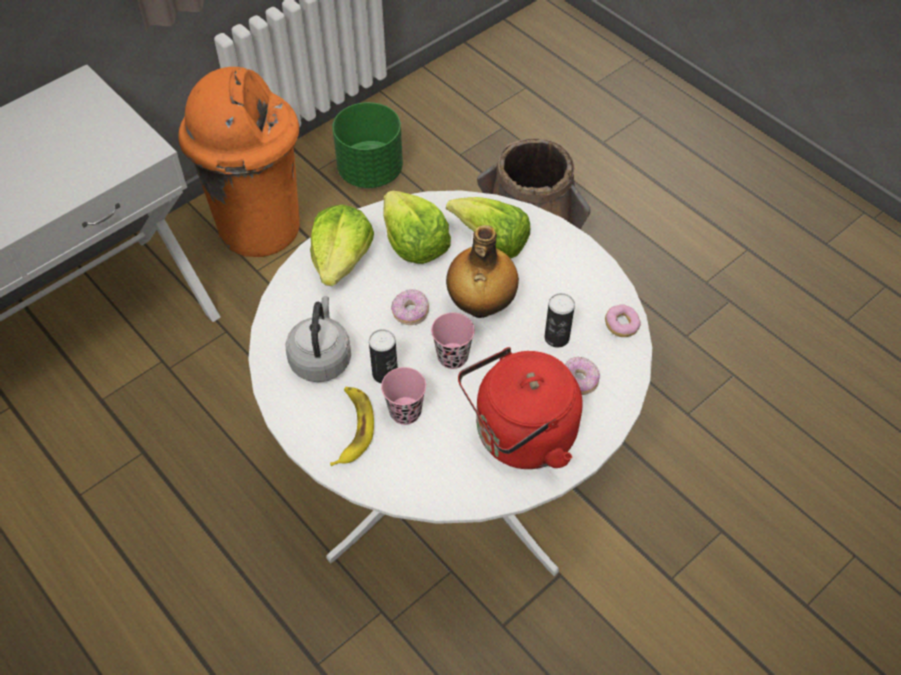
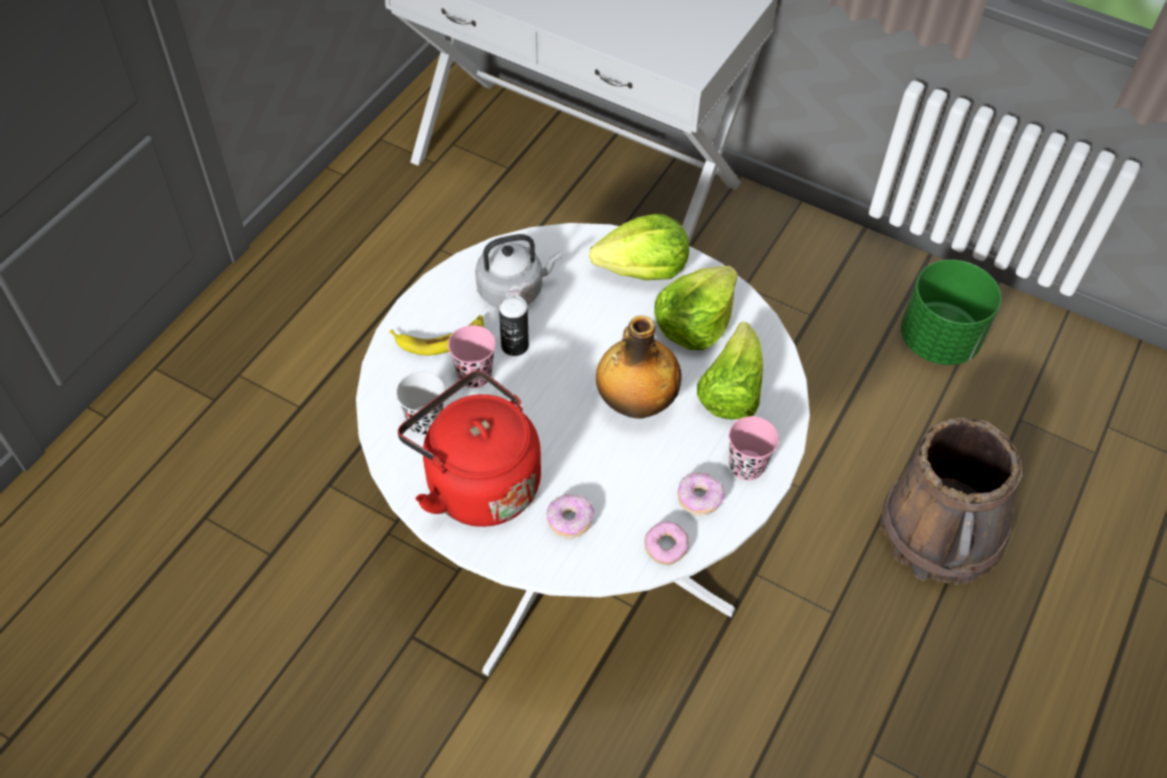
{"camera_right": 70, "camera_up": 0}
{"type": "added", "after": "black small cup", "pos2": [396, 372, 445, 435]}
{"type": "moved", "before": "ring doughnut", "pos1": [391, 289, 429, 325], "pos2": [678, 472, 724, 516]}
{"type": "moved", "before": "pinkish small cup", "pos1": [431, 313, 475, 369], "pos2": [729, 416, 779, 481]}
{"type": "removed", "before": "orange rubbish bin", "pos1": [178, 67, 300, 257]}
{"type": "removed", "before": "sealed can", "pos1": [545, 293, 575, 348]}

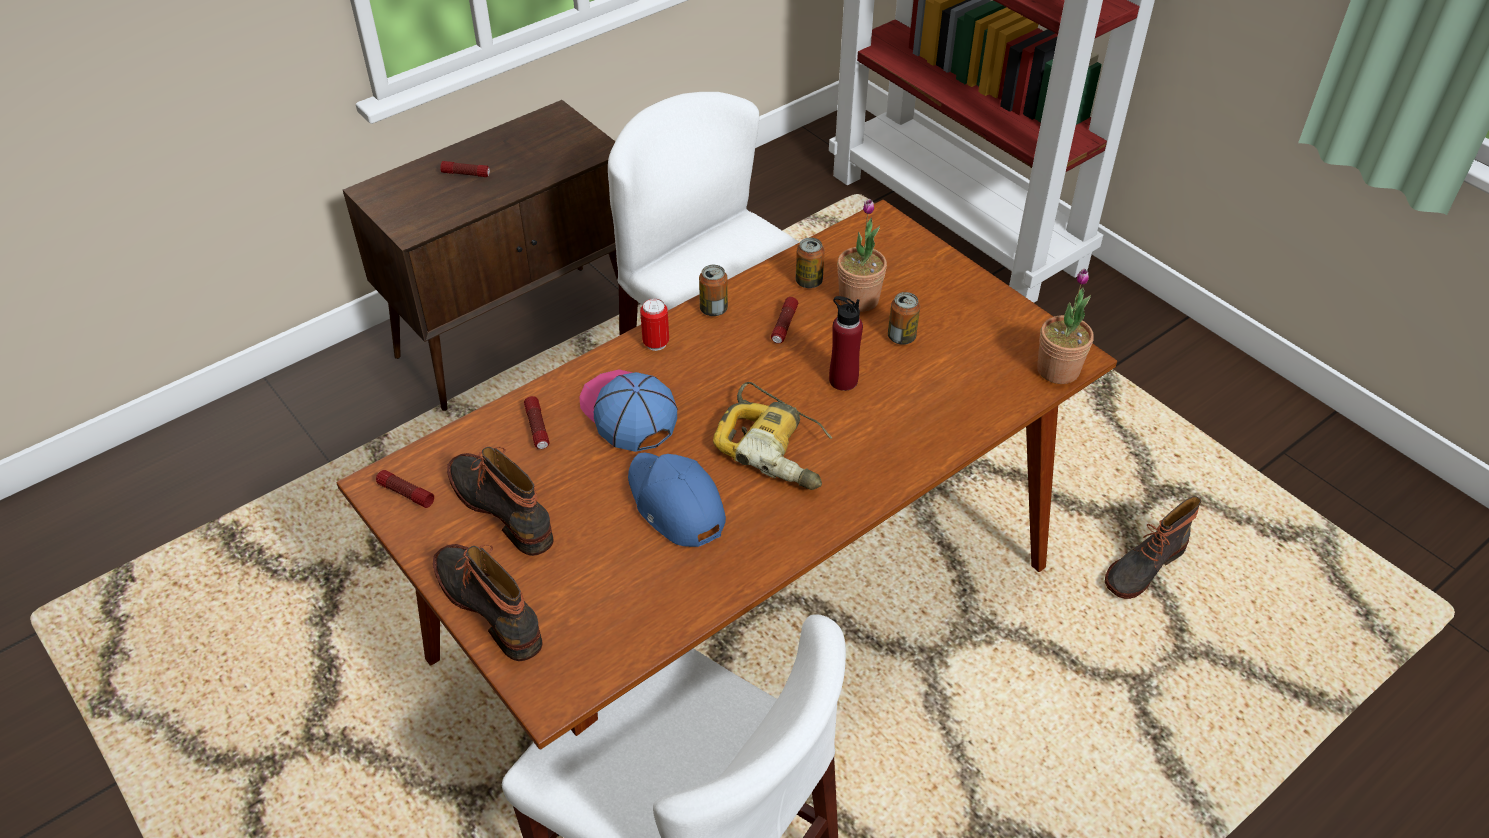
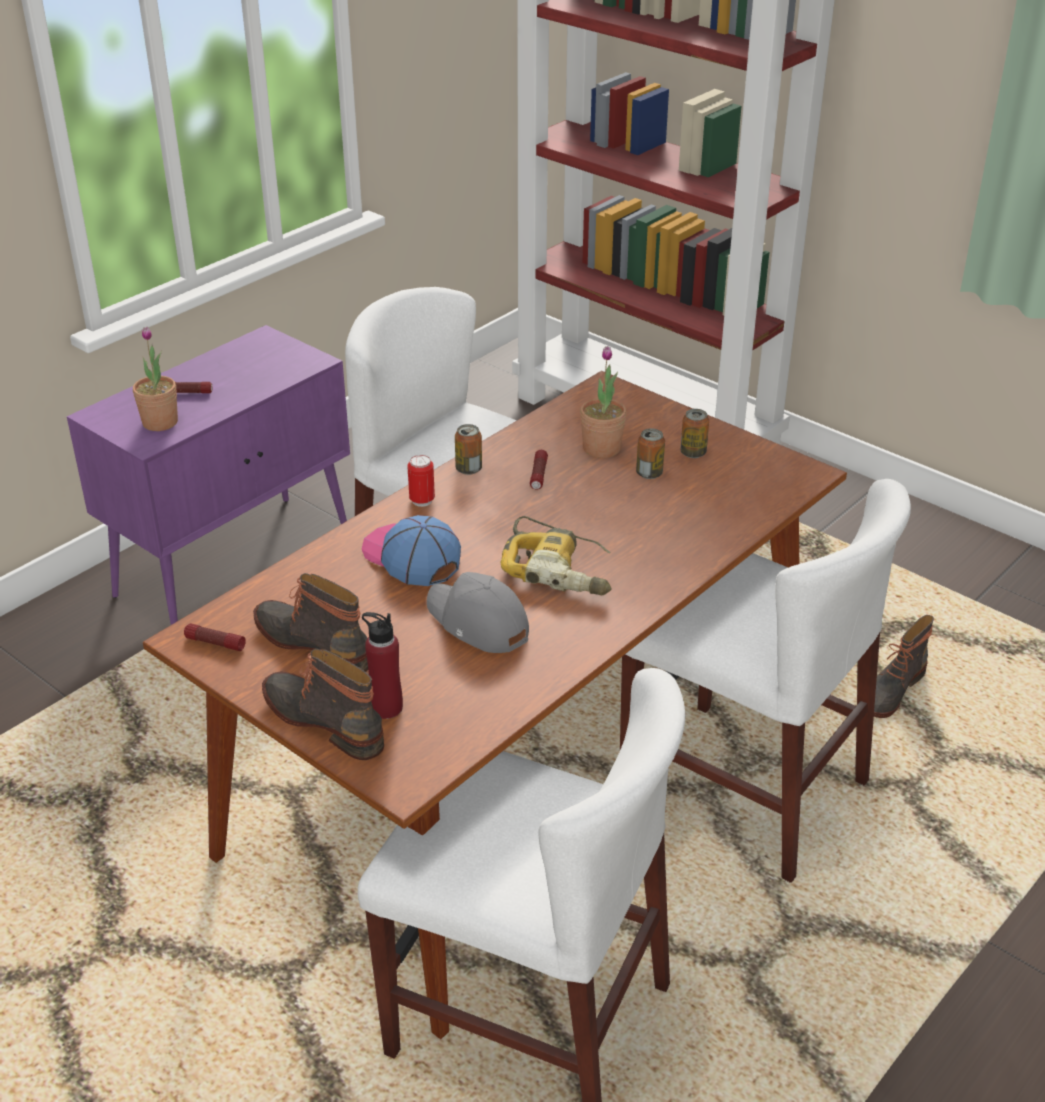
{"camera_right": -10, "camera_up": -10}
{"type": "recoloured", "before": "brown-coloured cabinet", "after": "purplish cabinet", "pos1": [343, 100, 619, 411], "pos2": [67, 325, 350, 625]}
{"type": "moved", "before": "houseplant", "pos1": [1037, 269, 1094, 384], "pos2": [133, 327, 178, 431]}
{"type": "moved", "before": "red drink bottle", "pos1": [829, 296, 863, 391], "pos2": [362, 612, 403, 719]}
{"type": "recoloured", "before": "blue-coloured cap", "after": "greyish cap", "pos1": [628, 452, 726, 547], "pos2": [427, 572, 529, 653]}
{"type": "added", "after": "whitish plain chair", "pos2": [620, 479, 911, 883]}
{"type": "moved", "before": "sealed can", "pos1": [796, 238, 824, 288], "pos2": [680, 409, 709, 458]}
{"type": "removed", "before": "flashlight", "pos1": [524, 396, 550, 449]}

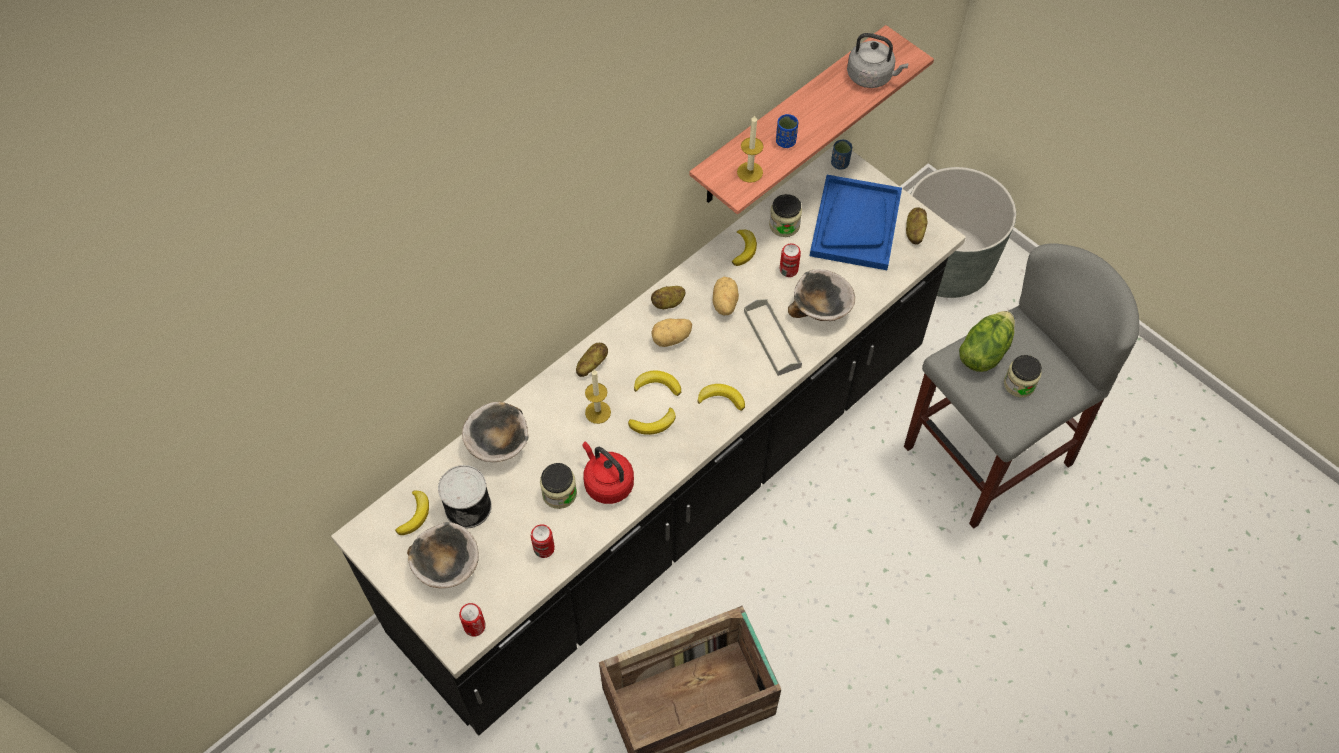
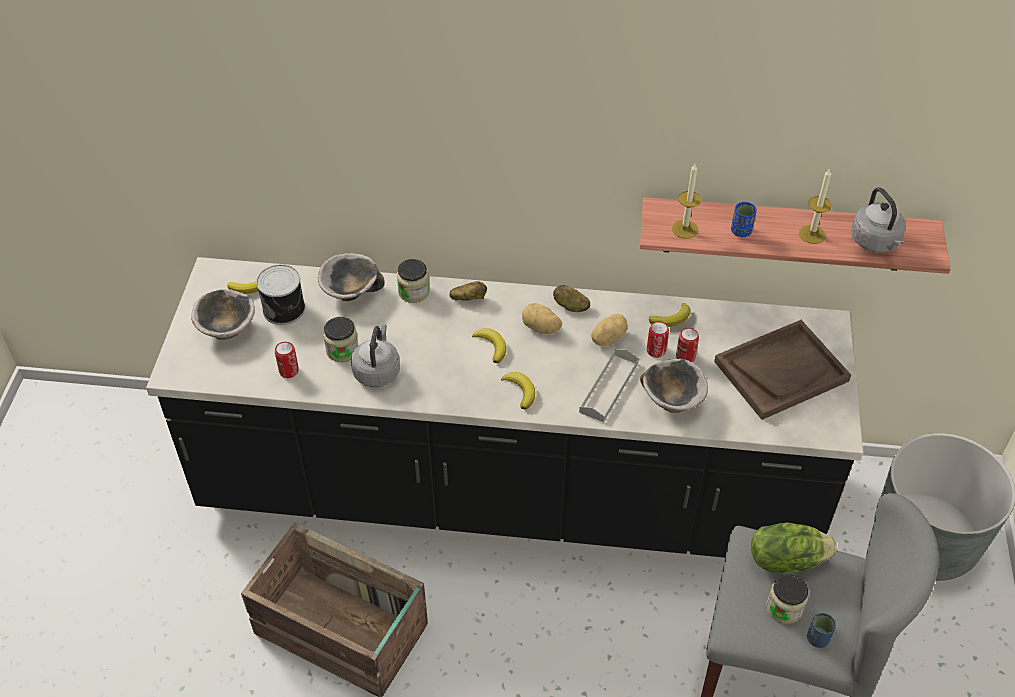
{"camera_right": 50, "camera_up": -10}
{"type": "recoloured", "before": "red kettle", "after": "greyish kettle", "pos1": [582, 441, 634, 504], "pos2": [351, 324, 400, 387]}
{"type": "moved", "before": "jar", "pos1": [769, 194, 802, 237], "pos2": [397, 259, 430, 303]}
{"type": "moved", "before": "sealed can", "pos1": [459, 603, 486, 637], "pos2": [647, 321, 669, 358]}
{"type": "recoloured", "before": "blue-coloured carrying tray", "after": "brown-coloured carrying tray", "pos1": [810, 175, 902, 270], "pos2": [714, 320, 851, 420]}
{"type": "moved", "before": "wax candle", "pos1": [585, 370, 611, 424], "pos2": [799, 168, 832, 244]}
{"type": "moved", "before": "blue-coloured small cup", "pos1": [831, 140, 852, 170], "pos2": [807, 613, 836, 648]}
{"type": "removed", "before": "whole banana", "pos1": [628, 408, 676, 435]}
{"type": "removed", "before": "spud", "pos1": [906, 207, 927, 245]}

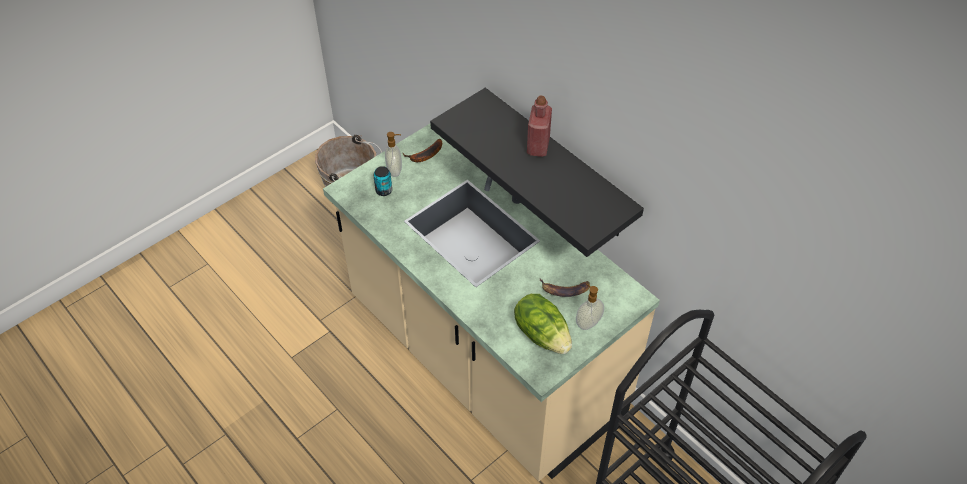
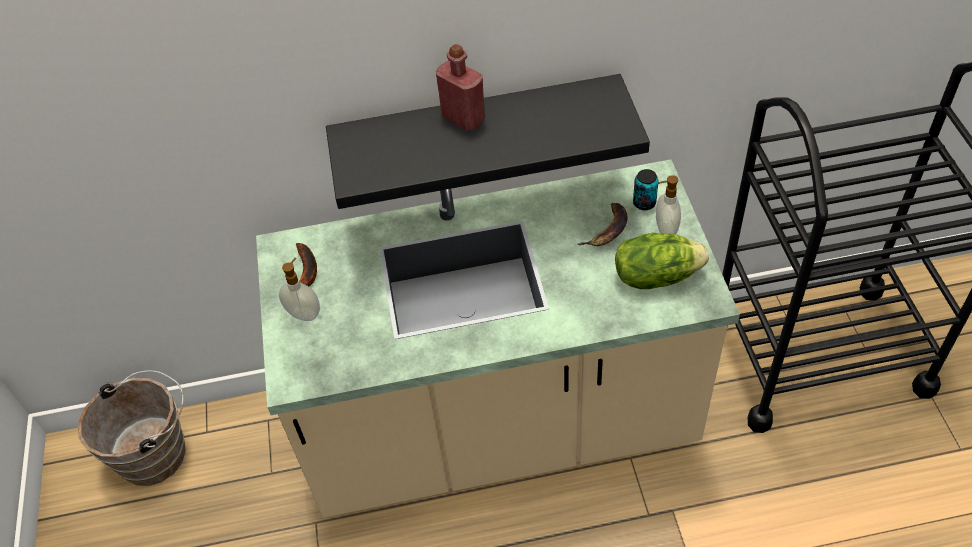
{"camera_right": -55, "camera_up": 0}
{"type": "moved", "before": "sealed can", "pos1": [373, 166, 392, 196], "pos2": [633, 169, 658, 210]}

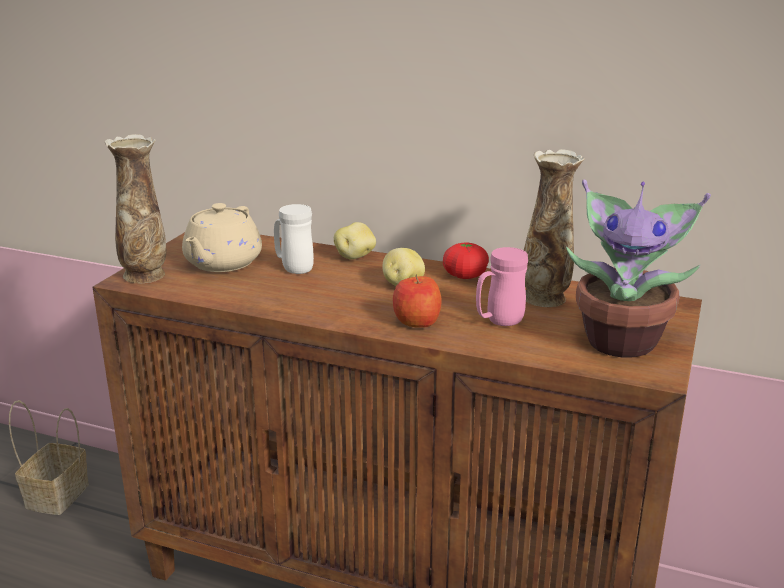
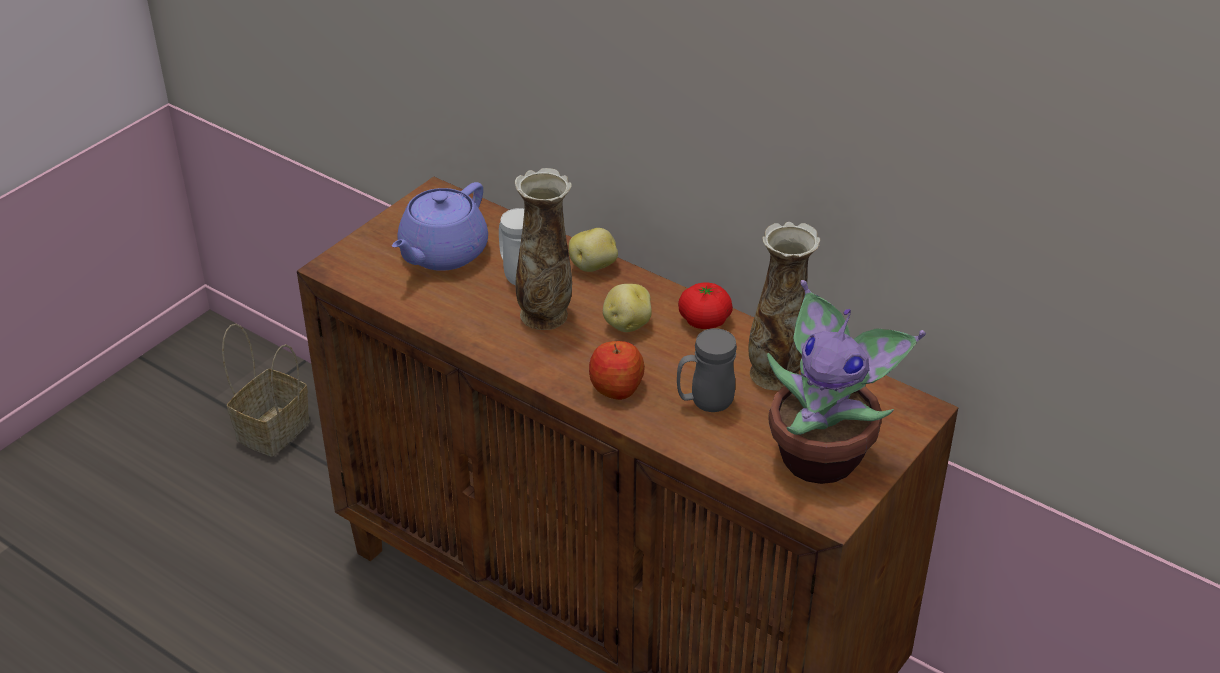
{"camera_right": 15, "camera_up": 15}
{"type": "recoloured", "before": "beige tea pot", "after": "purplish tea pot", "pos1": [182, 203, 262, 272], "pos2": [392, 182, 488, 271]}
{"type": "moved", "before": "decorative vase", "pos1": [105, 134, 166, 283], "pos2": [515, 168, 572, 330]}
{"type": "recoloured", "before": "pinkish mug", "after": "greyish mug", "pos1": [476, 247, 528, 326], "pos2": [677, 328, 737, 412]}

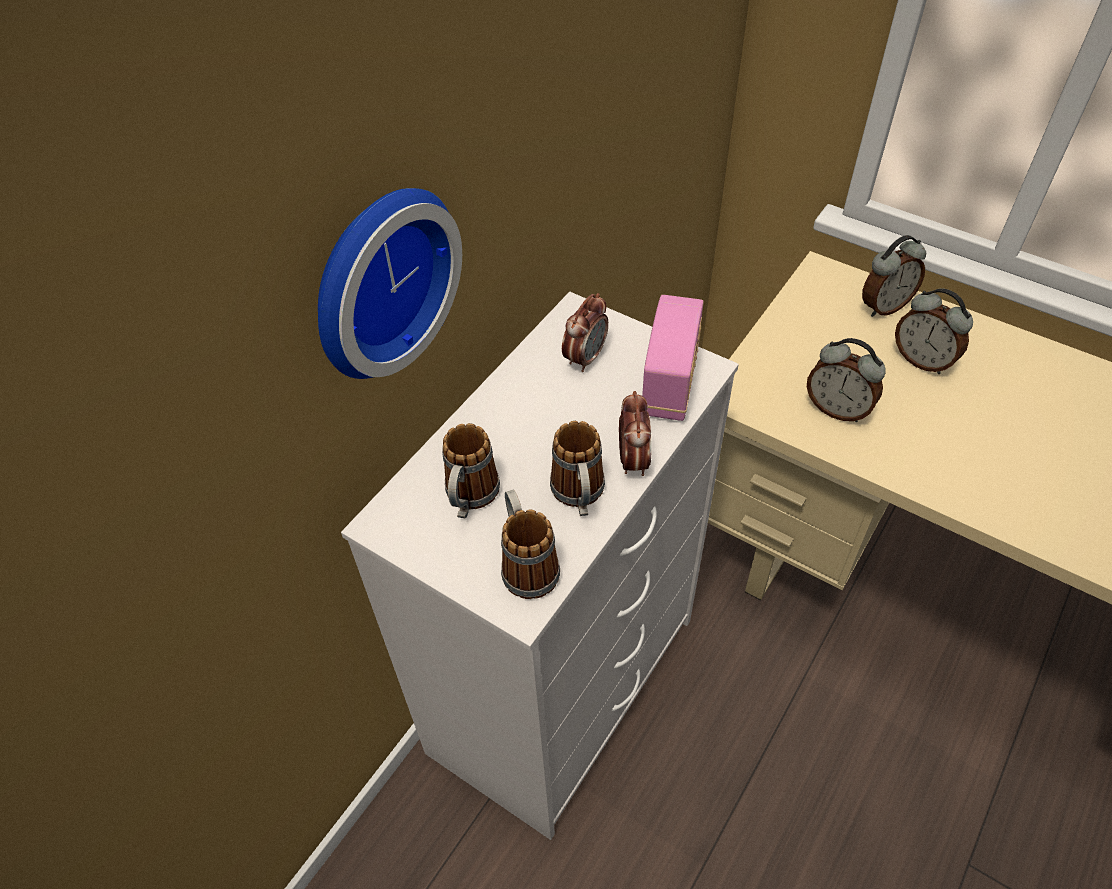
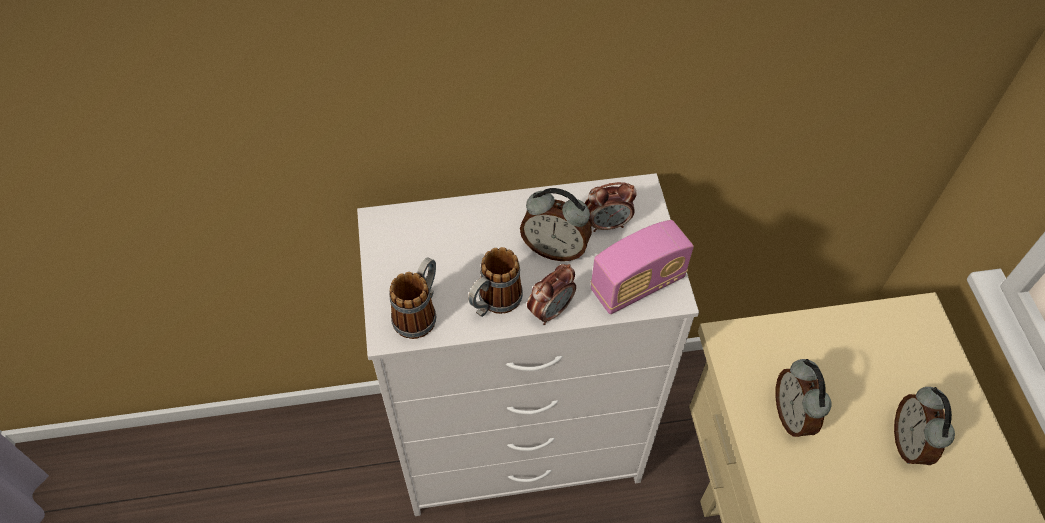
{"camera_right": 45, "camera_up": 5}
{"type": "moved", "before": "table clock", "pos1": [862, 235, 926, 317], "pos2": [520, 188, 592, 261]}
{"type": "removed", "before": "wall clock", "pos1": [318, 188, 462, 379]}
{"type": "removed", "before": "mug", "pos1": [442, 423, 500, 519]}

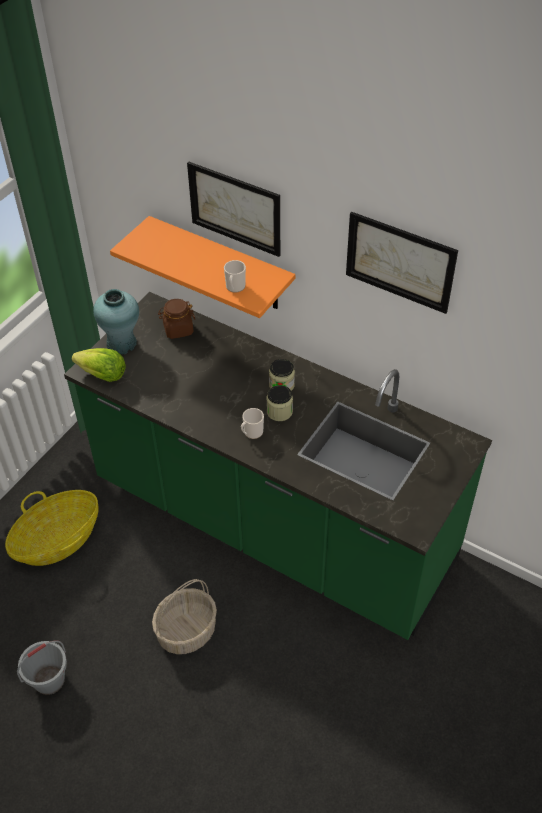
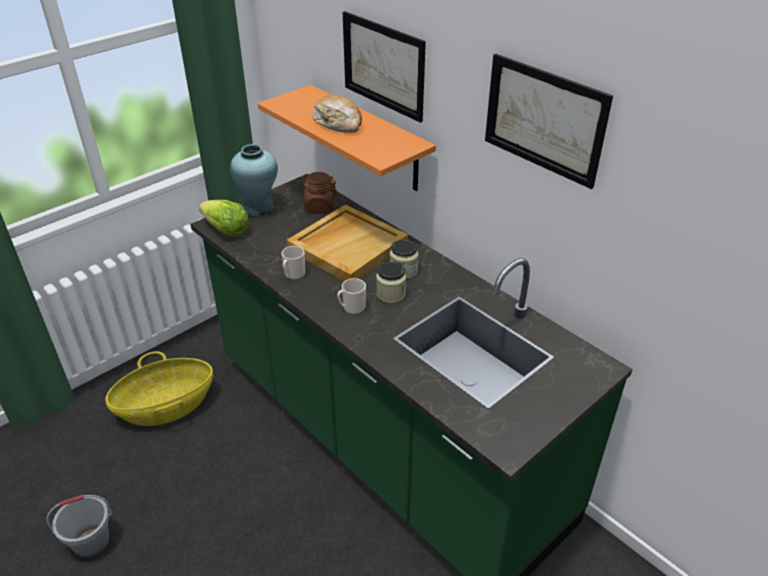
{"camera_right": 15, "camera_up": -10}
{"type": "moved", "before": "mug", "pos1": [224, 260, 246, 293], "pos2": [281, 246, 305, 280]}
{"type": "added", "after": "beige carrying tray", "pos2": [287, 205, 408, 281]}
{"type": "added", "after": "baked bread", "pos2": [312, 95, 362, 133]}
{"type": "removed", "before": "storage basket", "pos1": [152, 579, 217, 654]}

